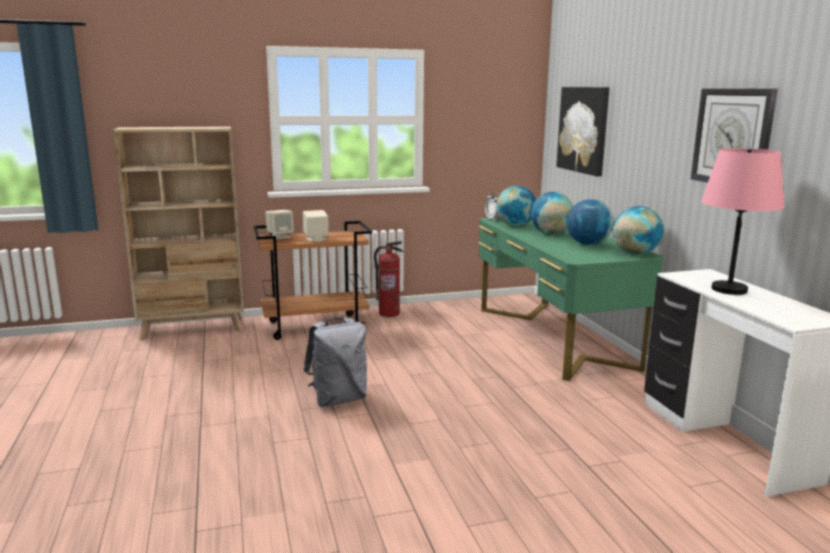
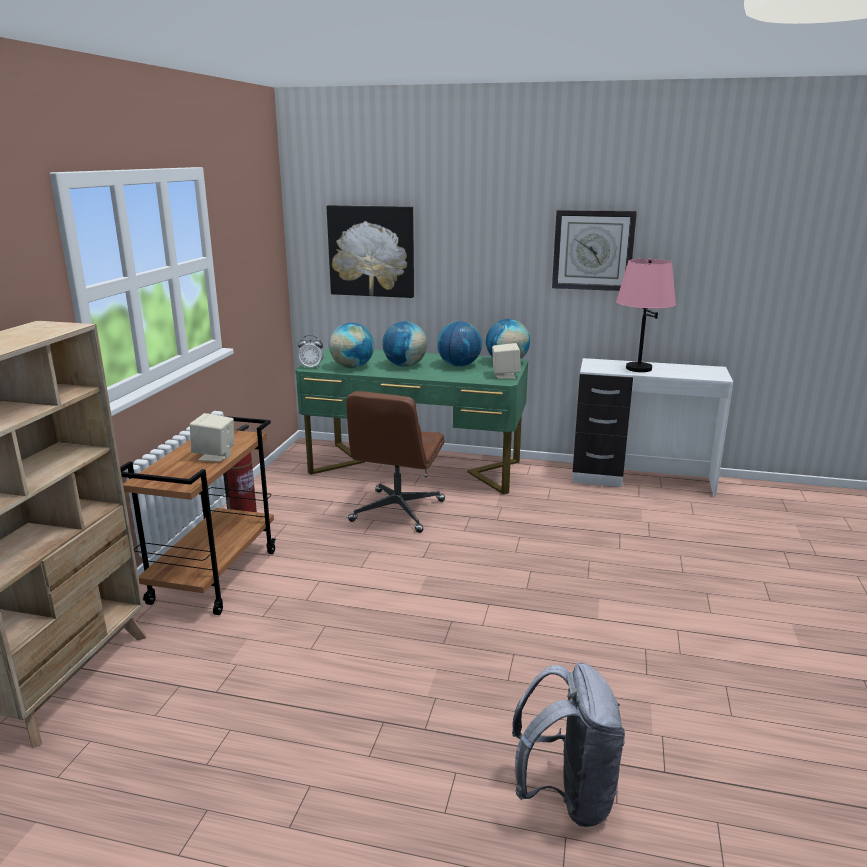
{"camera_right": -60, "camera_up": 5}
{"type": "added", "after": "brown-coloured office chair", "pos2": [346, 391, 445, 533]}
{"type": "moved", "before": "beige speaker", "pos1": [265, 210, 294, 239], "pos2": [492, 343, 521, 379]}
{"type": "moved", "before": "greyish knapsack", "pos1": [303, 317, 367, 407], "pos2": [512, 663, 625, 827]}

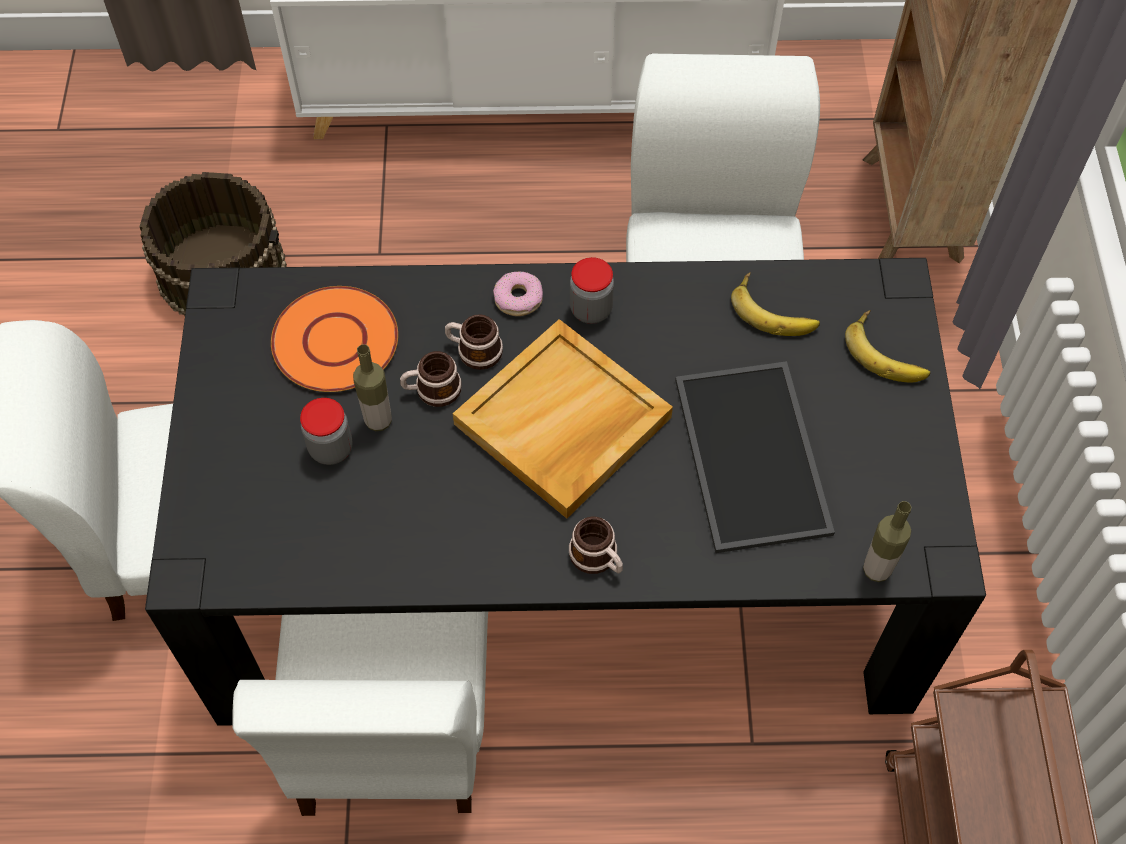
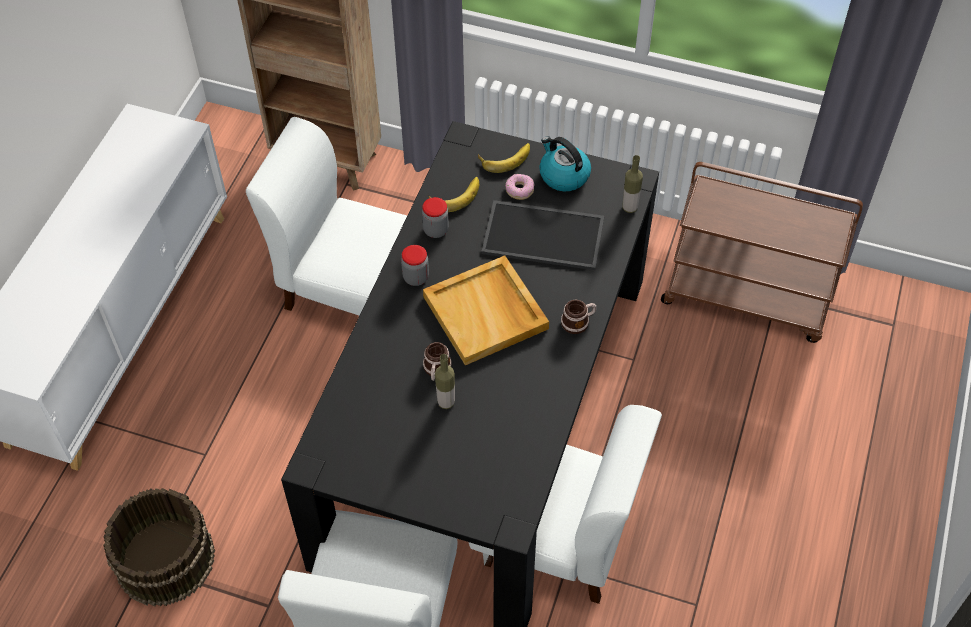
{"camera_right": -70, "camera_up": -5}
{"type": "moved", "before": "jar", "pos1": [300, 398, 352, 465], "pos2": [422, 197, 449, 238]}
{"type": "moved", "before": "ring doughnut", "pos1": [493, 271, 543, 316], "pos2": [505, 174, 534, 200]}
{"type": "added", "after": "kettle", "pos2": [539, 136, 591, 191]}
{"type": "removed", "before": "orange flat dish", "pos1": [271, 286, 398, 392]}
{"type": "removed", "before": "mug", "pos1": [445, 314, 503, 370]}

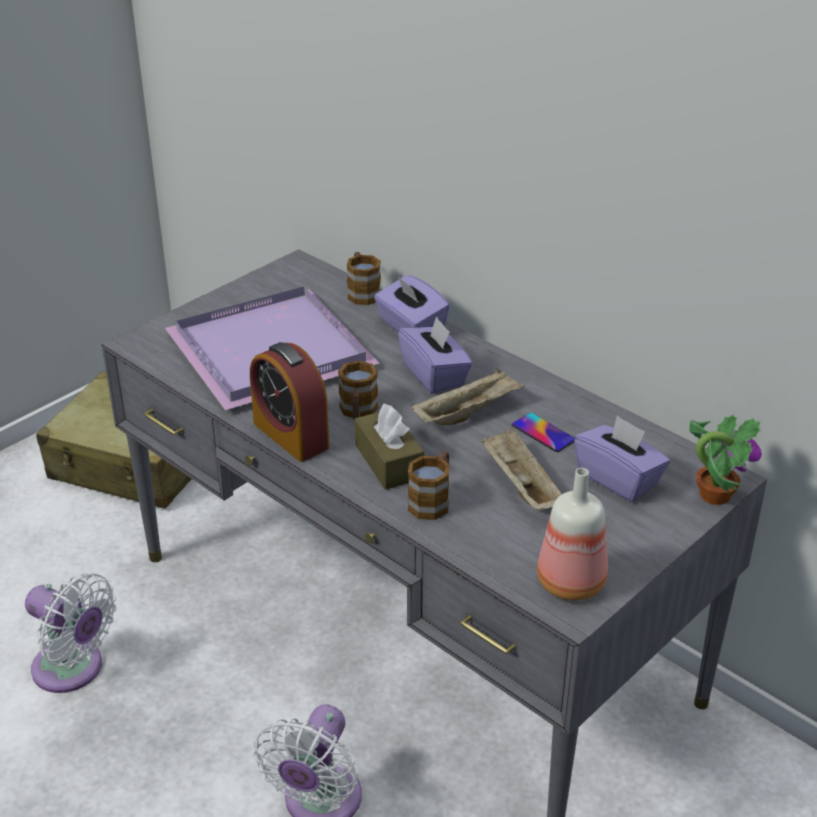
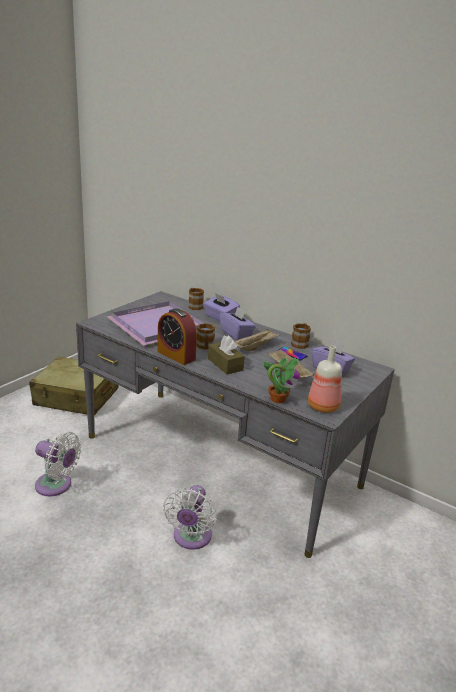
{"camera_right": -10, "camera_up": -10}
{"type": "moved", "before": "houseplant", "pos1": [689, 414, 762, 505], "pos2": [264, 358, 300, 403]}
{"type": "moved", "before": "mug", "pos1": [408, 451, 450, 520], "pos2": [291, 323, 311, 349]}

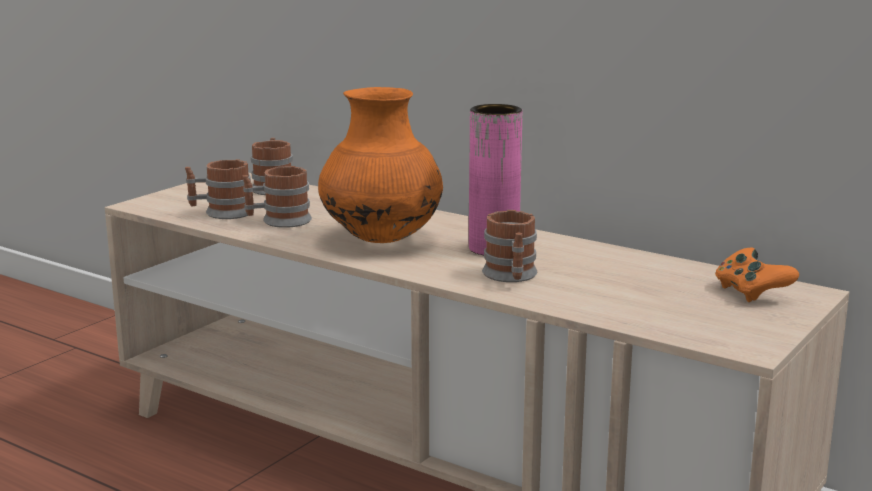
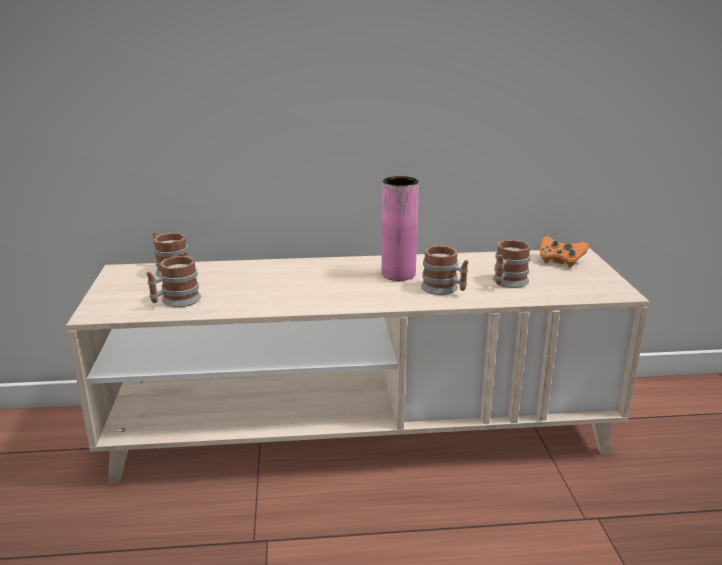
{"camera_right": -40, "camera_up": 5}
{"type": "moved", "before": "mug", "pos1": [243, 166, 312, 228], "pos2": [493, 240, 531, 288]}
{"type": "removed", "before": "orange decorative vase", "pos1": [318, 87, 443, 243]}

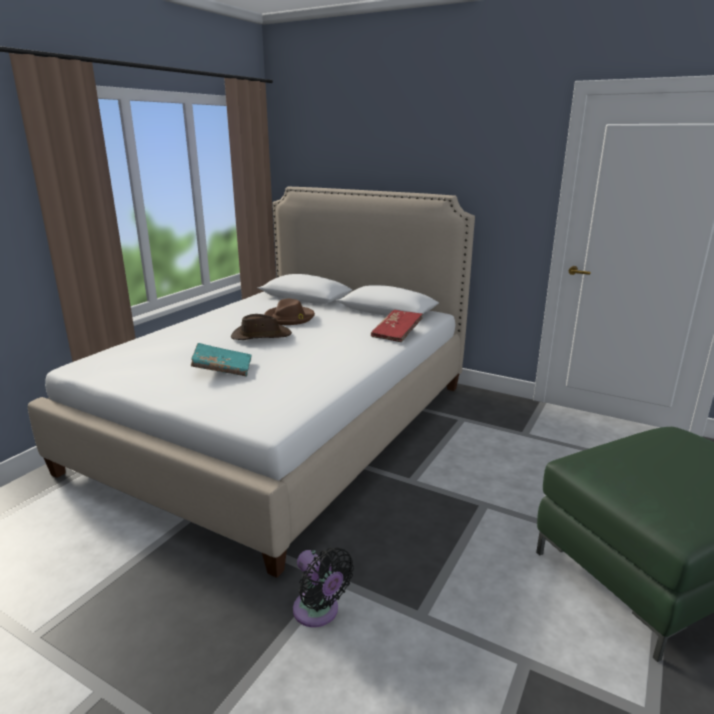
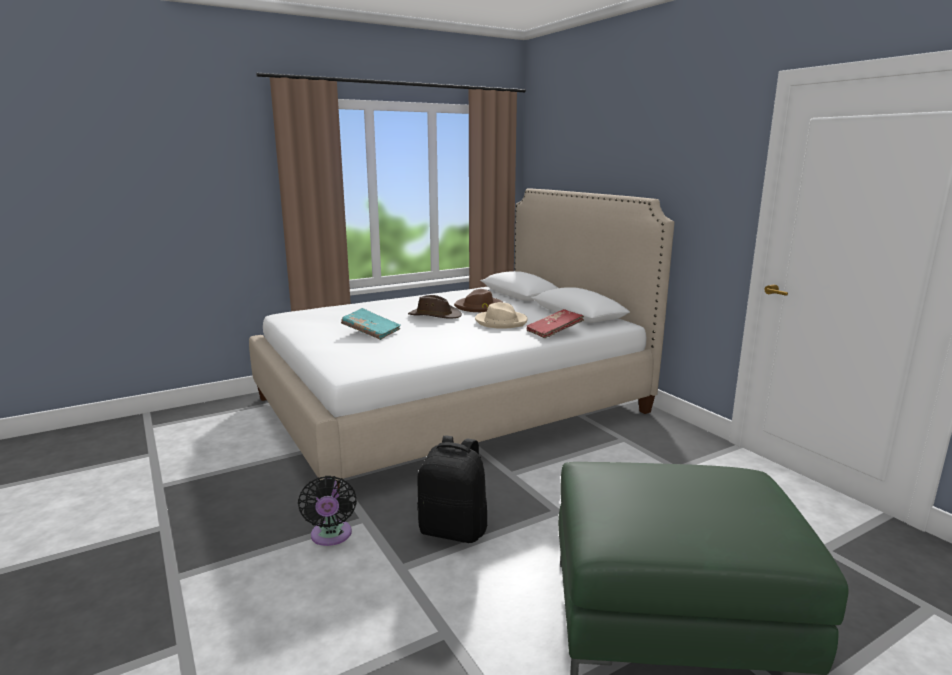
{"camera_right": 30, "camera_up": -5}
{"type": "added", "after": "black knapsack", "pos2": [417, 435, 487, 543]}
{"type": "added", "after": "beige hat", "pos2": [475, 302, 527, 329]}

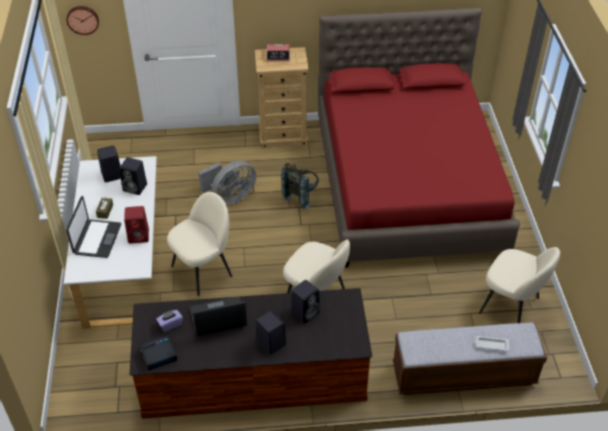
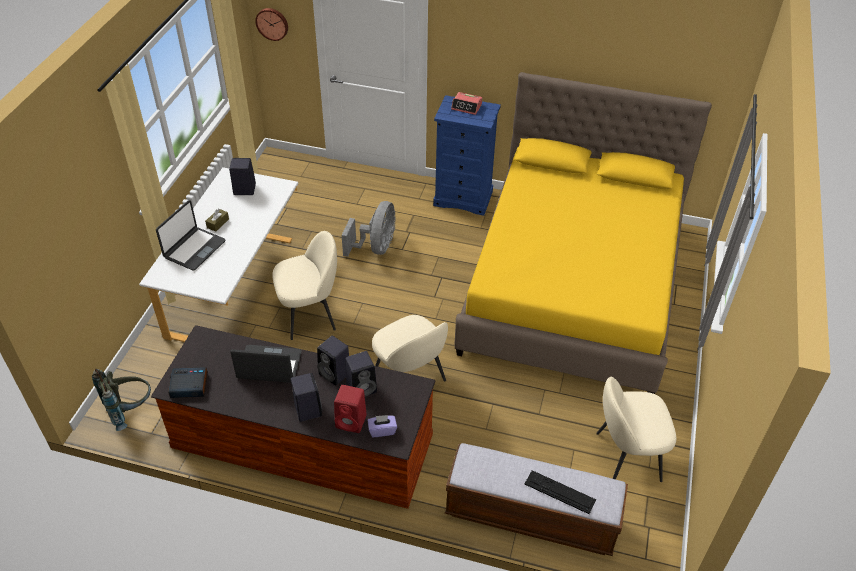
{"camera_right": 20, "camera_up": 0}
{"type": "moved", "before": "greyish knapsack", "pos1": [281, 163, 319, 209], "pos2": [92, 369, 151, 431]}
{"type": "moved", "before": "black speaker", "pos1": [119, 157, 147, 195], "pos2": [317, 336, 349, 385]}
{"type": "moved", "before": "red speaker", "pos1": [124, 206, 149, 243], "pos2": [334, 385, 367, 433]}
{"type": "turned", "before": "greyish electric fan", "pos1": [198, 161, 256, 205], "pos2": [342, 201, 396, 257], "turn": -60}
{"type": "moved", "before": "purplish tissue holder", "pos1": [156, 310, 183, 332], "pos2": [368, 415, 397, 437]}
{"type": "recoloured", "before": "beige drawer chest", "after": "blue-coloured drawer chest", "pos1": [255, 47, 309, 149], "pos2": [433, 95, 501, 216]}
{"type": "recoloured", "before": "red sleeping bed", "after": "yellowish sleeping bed", "pos1": [318, 8, 520, 268], "pos2": [455, 72, 712, 394]}
{"type": "replaced", "before": "whitish carrying tray", "after": "computer keyboard", "pos1": [475, 336, 509, 351], "pos2": [525, 470, 596, 514]}
{"type": "turned", "before": "beige plain chair", "pos1": [479, 247, 560, 323], "pos2": [596, 377, 676, 482], "turn": 120}

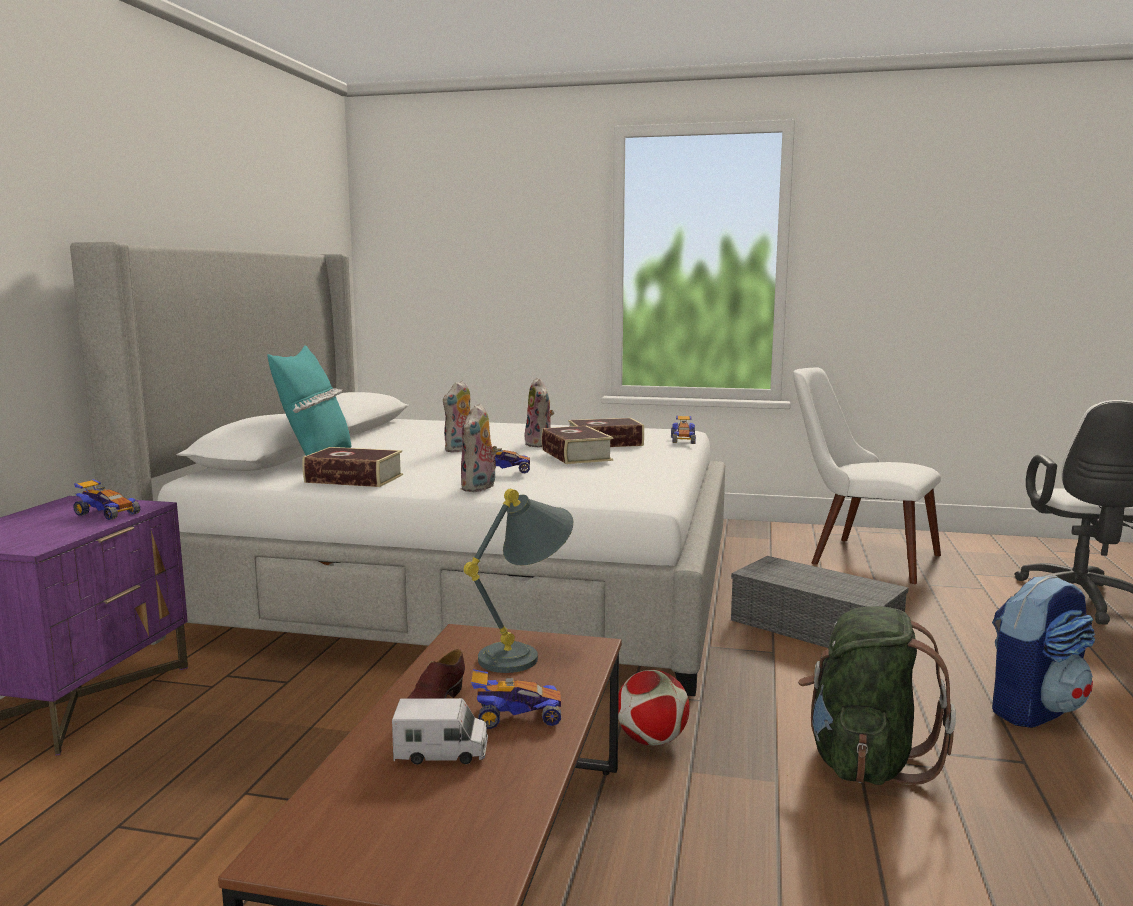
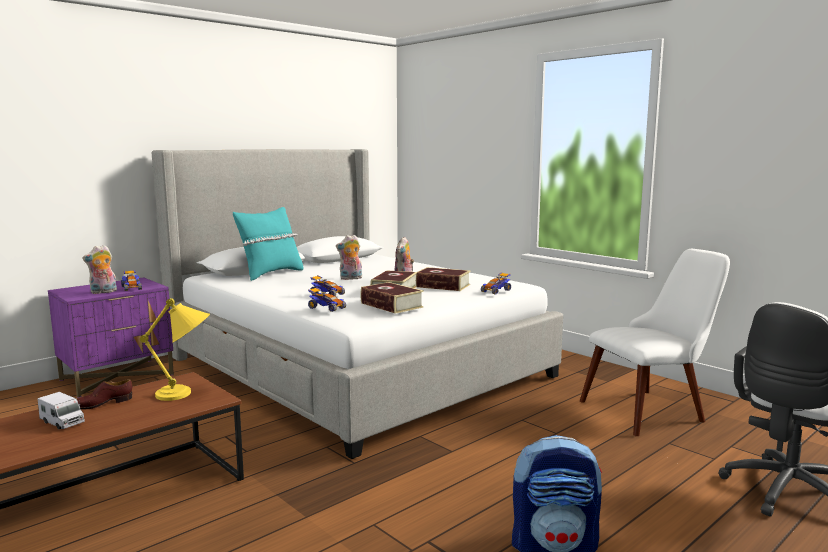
{"camera_right": 35, "camera_up": 0}
{"type": "moved", "before": "cuddly toy", "pos1": [460, 403, 498, 492], "pos2": [82, 245, 117, 294]}
{"type": "recoloured", "before": "greyish lamp for a table", "after": "yellowish lamp for a table", "pos1": [464, 489, 573, 673], "pos2": [140, 298, 210, 401]}
{"type": "moved", "before": "toy car", "pos1": [471, 669, 561, 729], "pos2": [308, 287, 346, 312]}
{"type": "moved", "before": "bound book", "pos1": [303, 447, 403, 487], "pos2": [360, 282, 424, 314]}
{"type": "turned", "before": "whitish plain chair", "pos1": [793, 367, 941, 584], "pos2": [580, 249, 730, 436], "turn": 90}
{"type": "removed", "before": "football", "pos1": [618, 670, 690, 745]}
{"type": "removed", "before": "greyish storage box", "pos1": [731, 556, 909, 648]}
{"type": "removed", "before": "green-coloured knapsack", "pos1": [798, 606, 956, 785]}

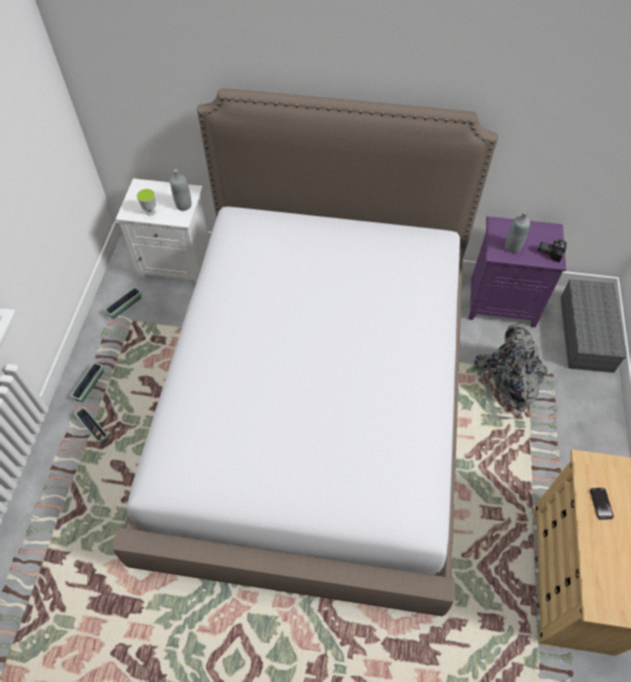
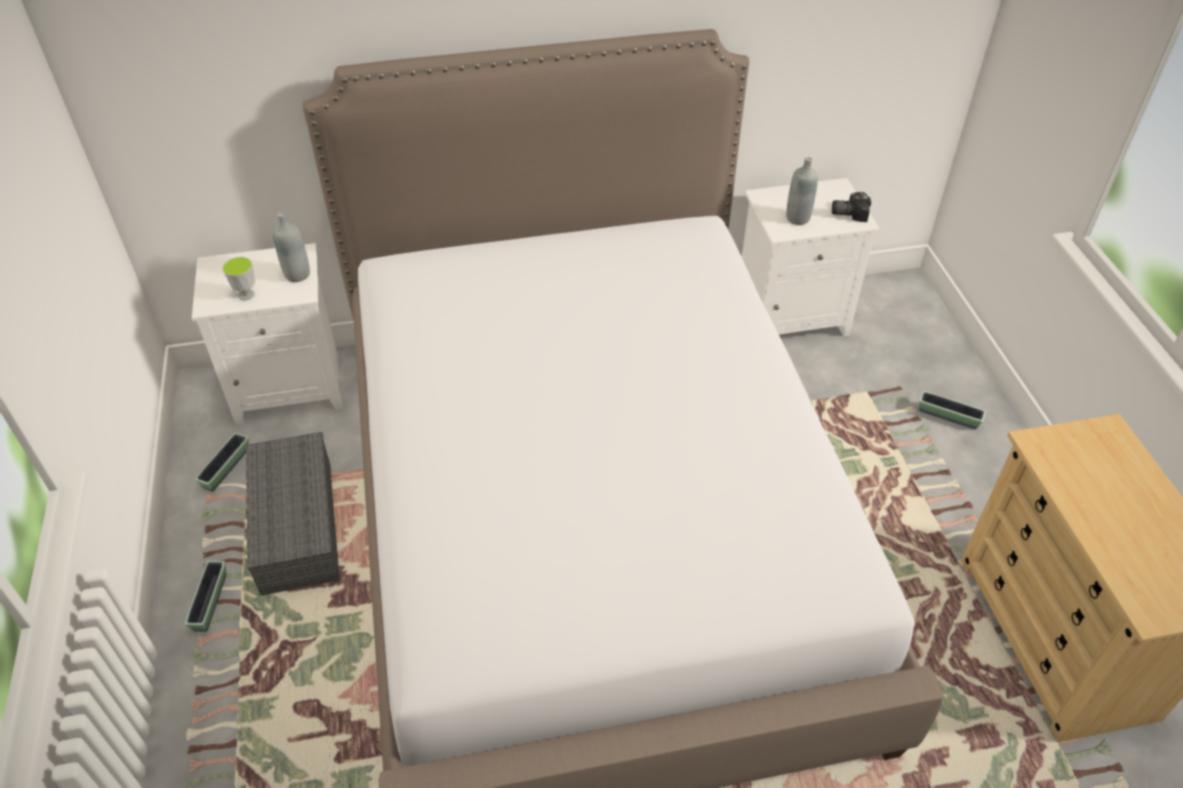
{"camera_right": -20, "camera_up": -10}
{"type": "moved", "before": "greyish storage box", "pos1": [560, 279, 627, 373], "pos2": [246, 432, 340, 596]}
{"type": "recoloured", "before": "purplish nightstand", "after": "whitish nightstand", "pos1": [468, 216, 566, 327], "pos2": [742, 178, 880, 337]}
{"type": "moved", "before": "flower pot", "pos1": [74, 407, 109, 445], "pos2": [919, 391, 986, 429]}
{"type": "removed", "before": "greyish knapsack", "pos1": [474, 324, 549, 419]}
{"type": "removed", "before": "telephone", "pos1": [590, 488, 614, 520]}

